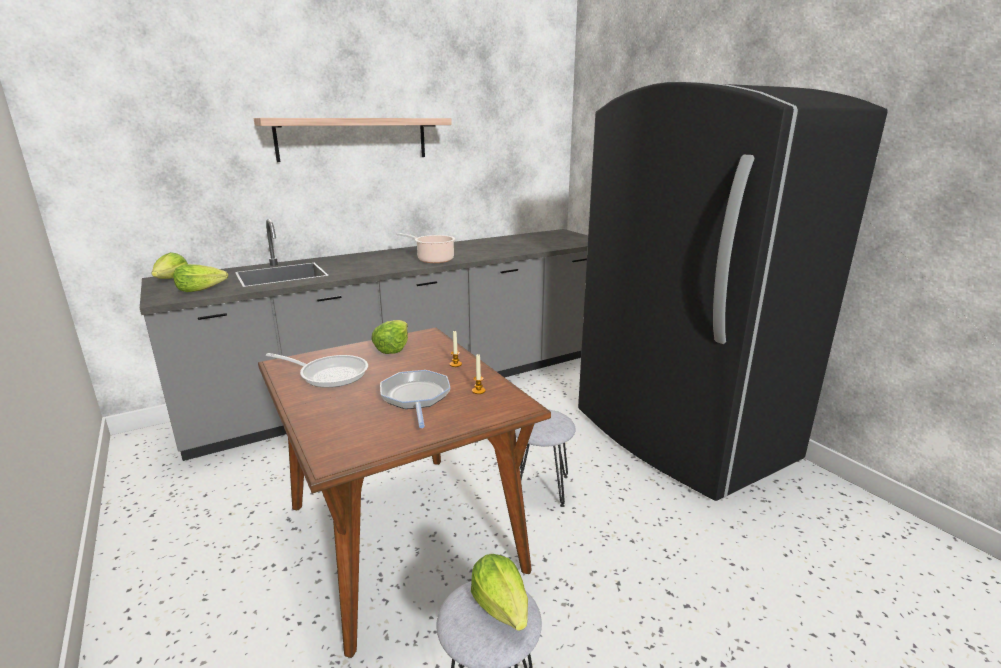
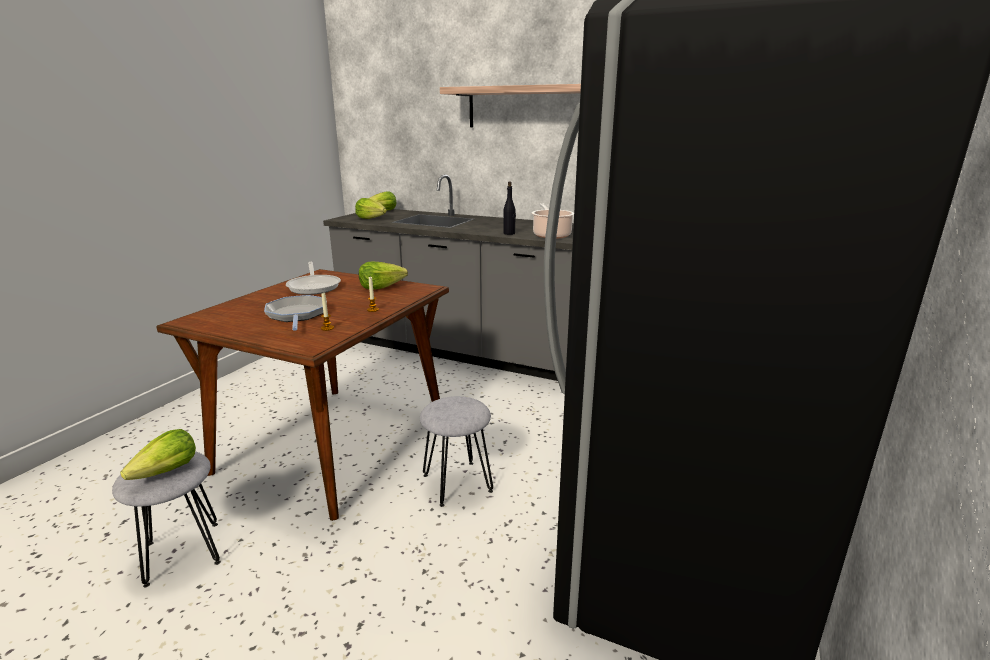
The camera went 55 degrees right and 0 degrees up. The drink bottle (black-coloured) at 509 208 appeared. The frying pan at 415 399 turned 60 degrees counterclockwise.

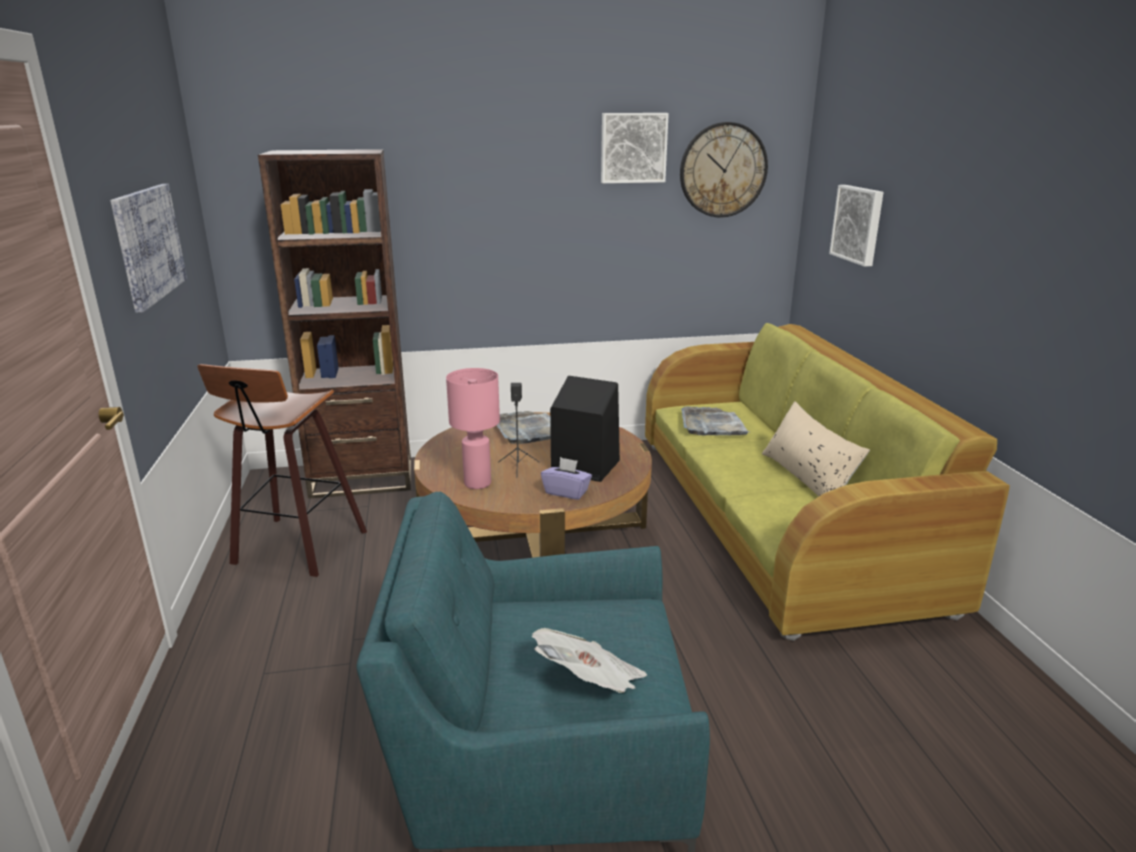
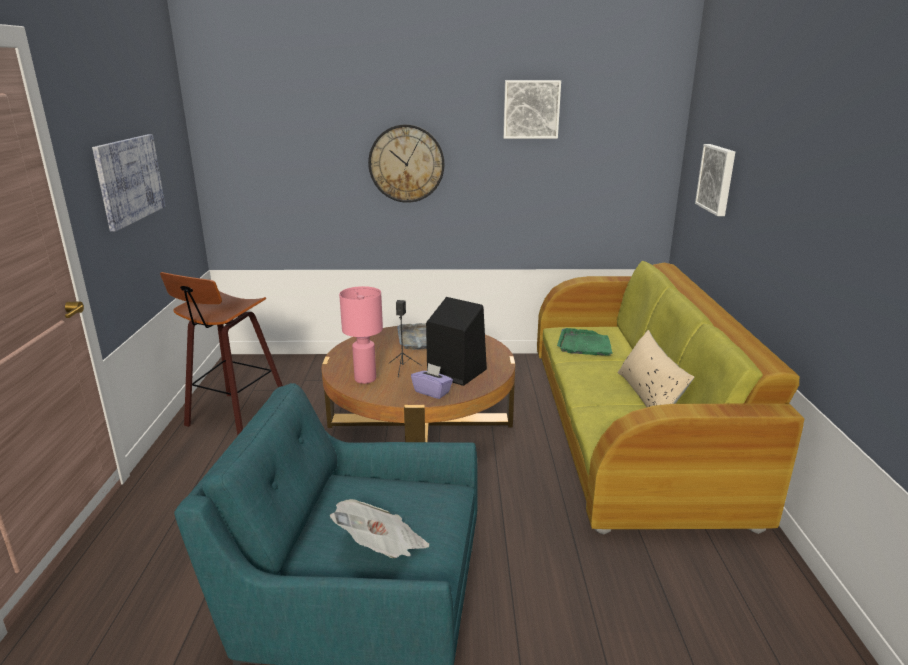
The camera went 10 degrees right and 0 degrees up. The bookshelf (brown-coloured) at 334 324 disappeared. The wall clock moved from 724 170 to 406 163. The tray (grey) at 715 421 became the tray (green) at 585 342.

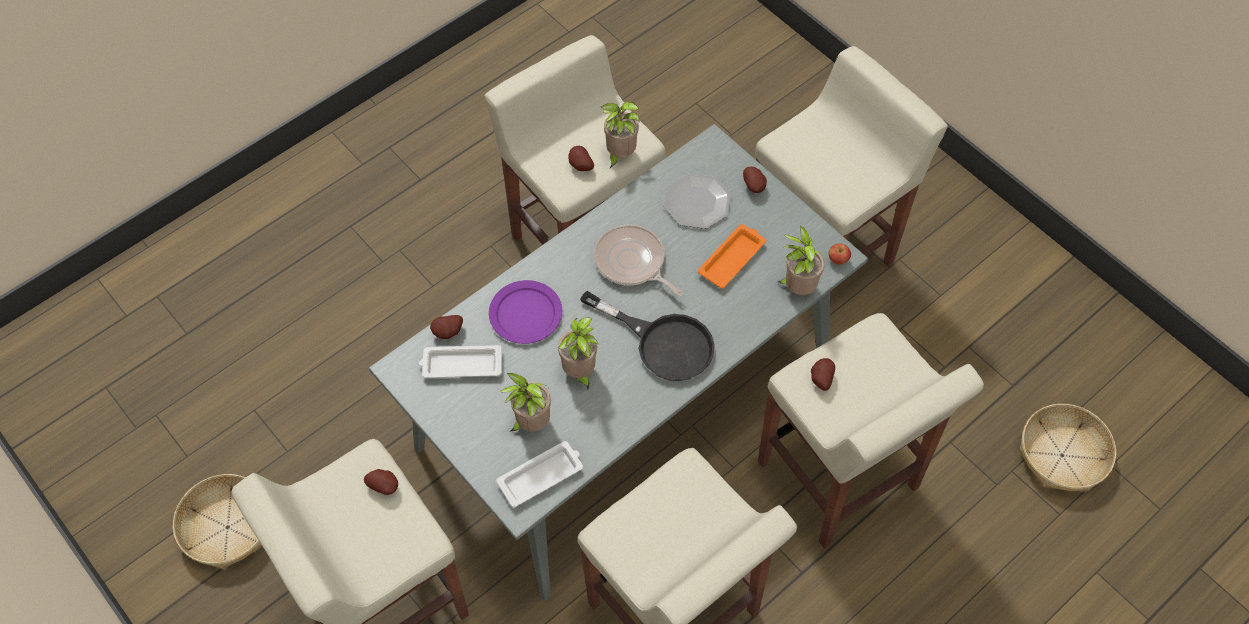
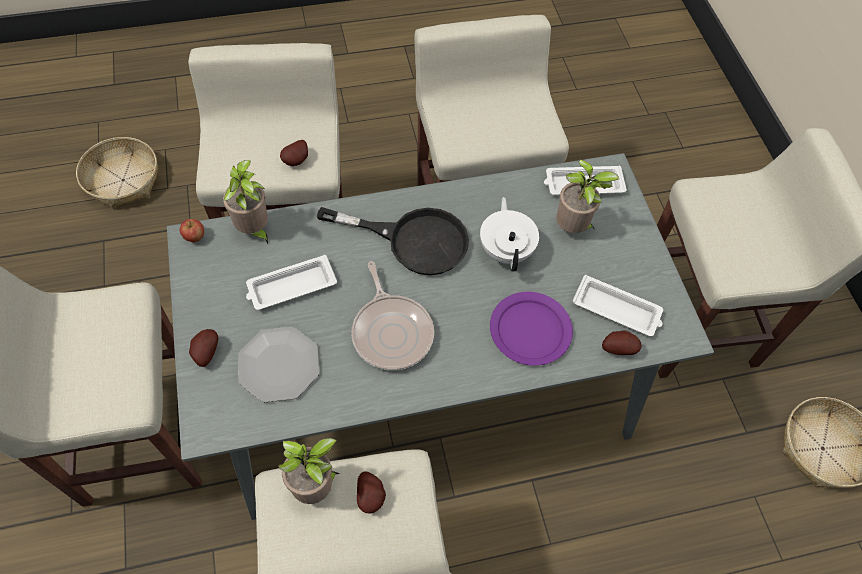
The camera went 155 degrees left and 0 degrees up. The whole potato at 381 482 disappeared. The potted plant at 578 353 was replaced by the teapot (white-coloured) at 509 234. The tray (orange) at 732 256 became the tray (white-coloured) at 291 282. The frying pan (black-coloured) at 647 336 turned 135 degrees clockwise.

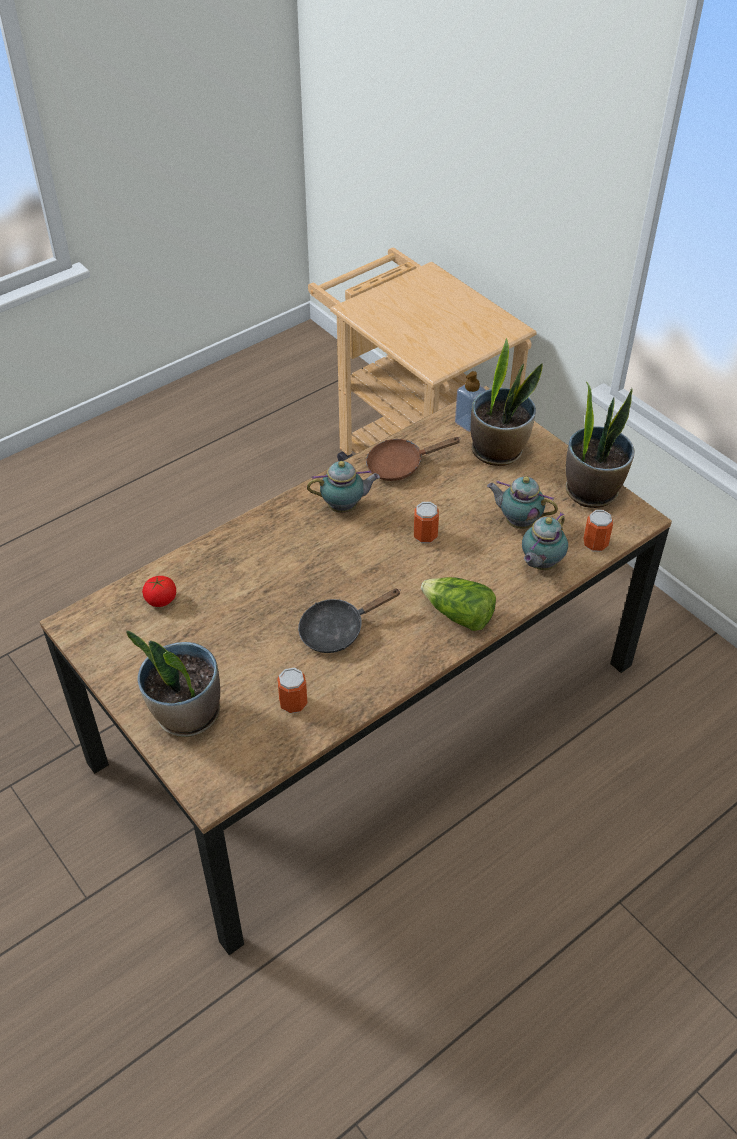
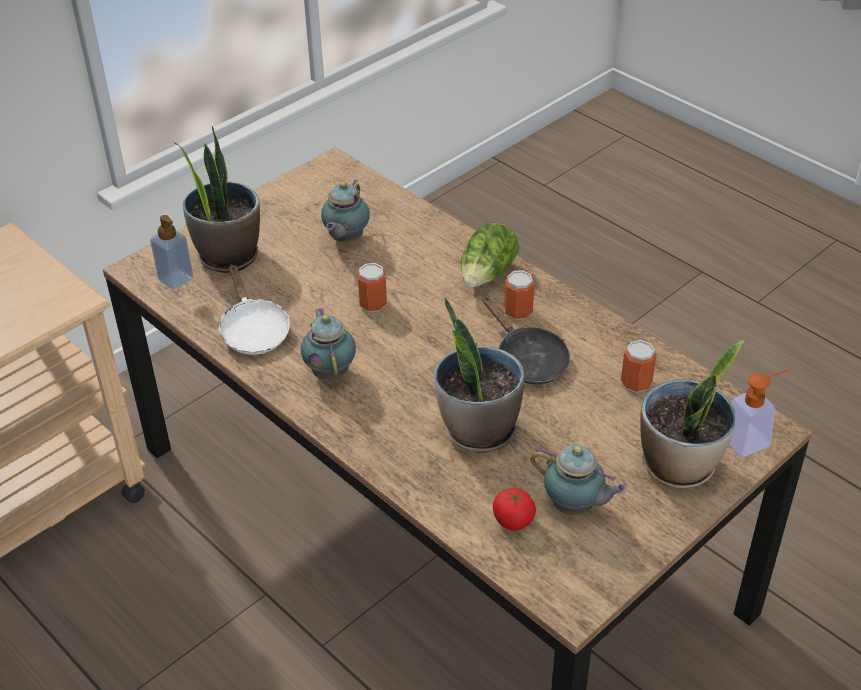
The camera went 95 degrees left and 5 degrees down. The soap dispenser at 759 413 appeared. The teapot moved from 545 541 to 578 480. The potted plant moved from 600 444 to 479 375. The metal can moved from 598 530 to 519 295. The frying pan (brown-coloured) at 413 459 became the frying pan (white-coloured) at 254 309.

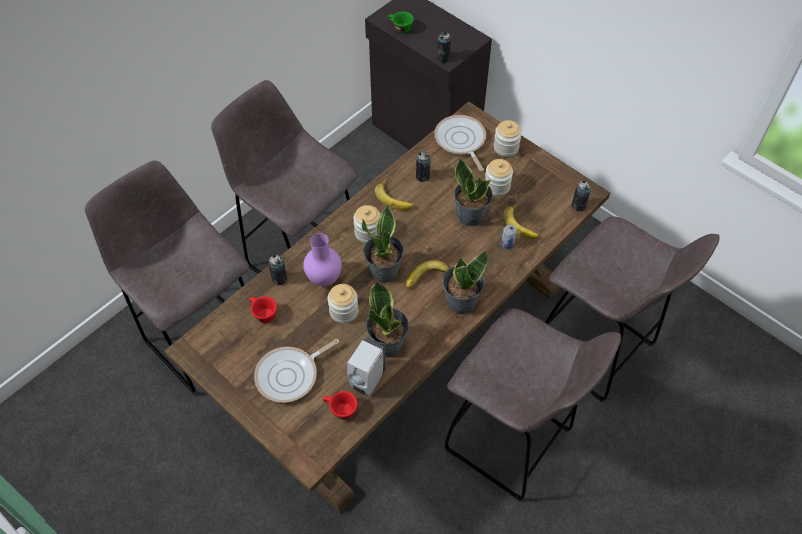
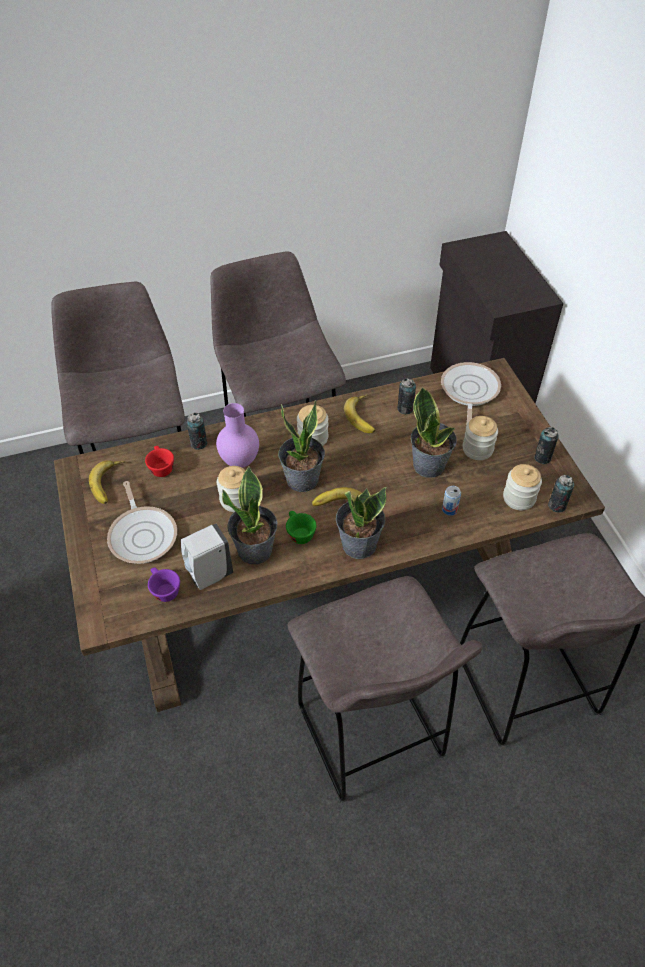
The camera went 30 degrees right and 5 degrees down. The drinking cup (green) moved from 401 22 to 301 527. The metal can moved from 444 47 to 547 445. The jar moved from 508 138 to 522 487. The banana fruit moved from 521 221 to 107 482. The drinking cup (red) at 340 405 became the drinking cup (purplish) at 164 584. The frying pan at 296 371 turned 105 degrees counterclockwise.

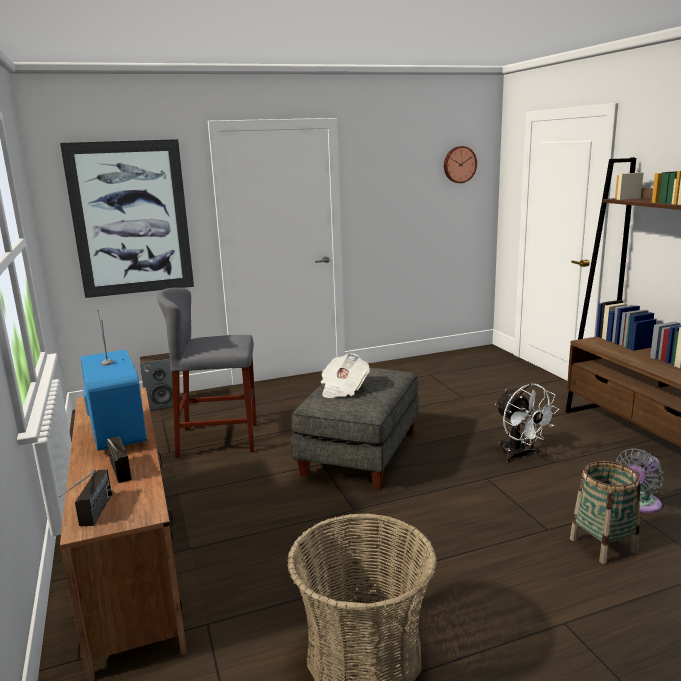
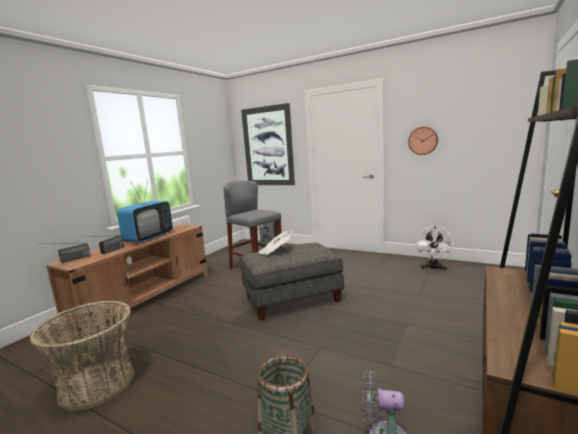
The camera went 50 degrees right and 5 degrees down. The wall clock moved from 460 164 to 423 141. The cooling fan (white-coloured) moved from 527 422 to 434 248.

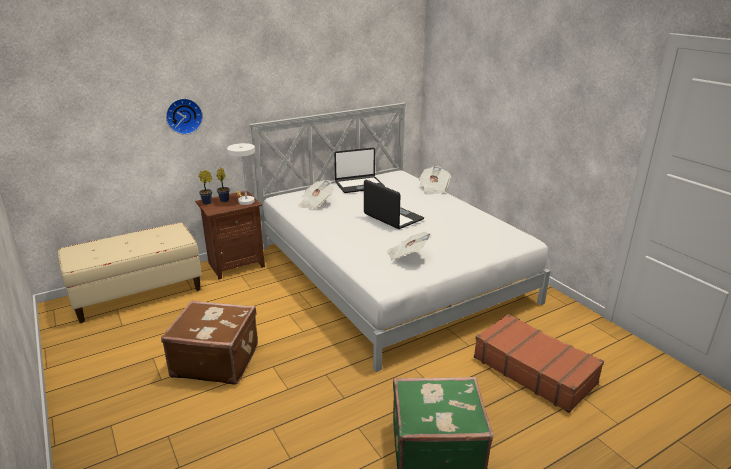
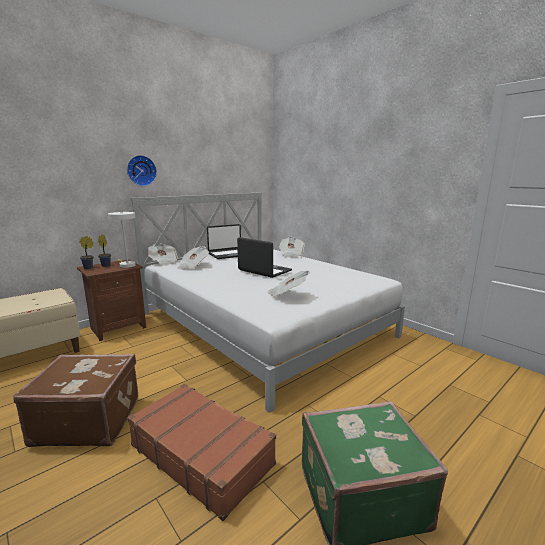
The camera went 10 degrees left and 10 degrees down. The printed paper at 163 254 appeared. The wall clock moved from 184 116 to 142 170. The piece of luggage (brown-coloured) moved from 539 363 to 201 452.

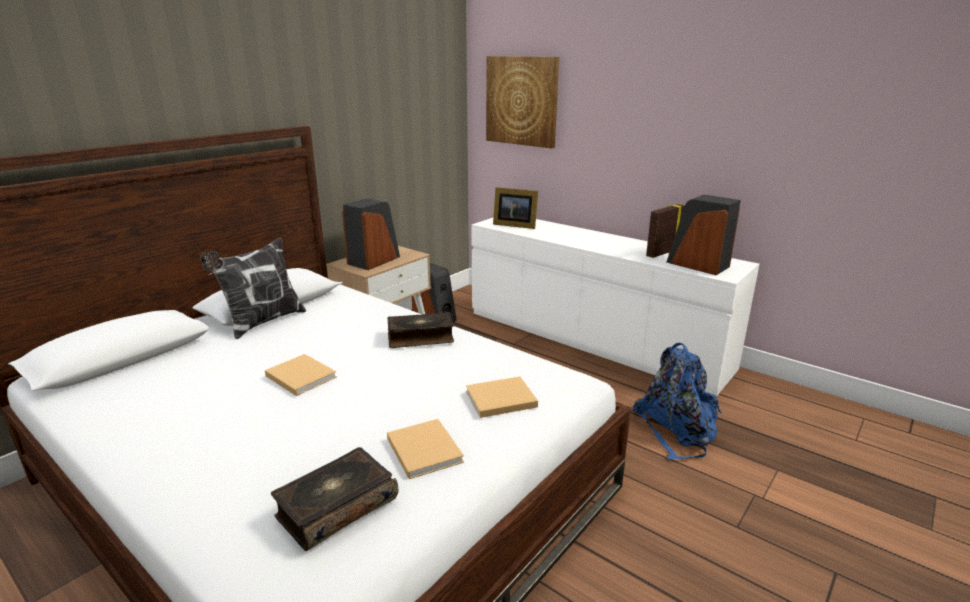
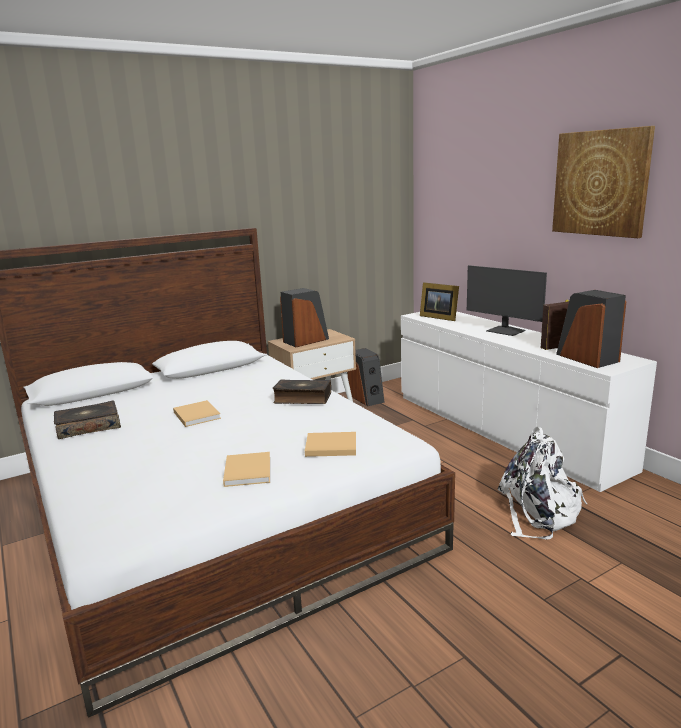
The camera went 20 degrees right and 5 degrees down. The pillow at 253 288 disappeared. The computer screen at 507 300 appeared. The bound book moved from 334 499 to 87 420. The picture moved from 522 102 to 603 182. The backpack (bluish) at 677 401 became the backpack (white-coloured) at 542 483.

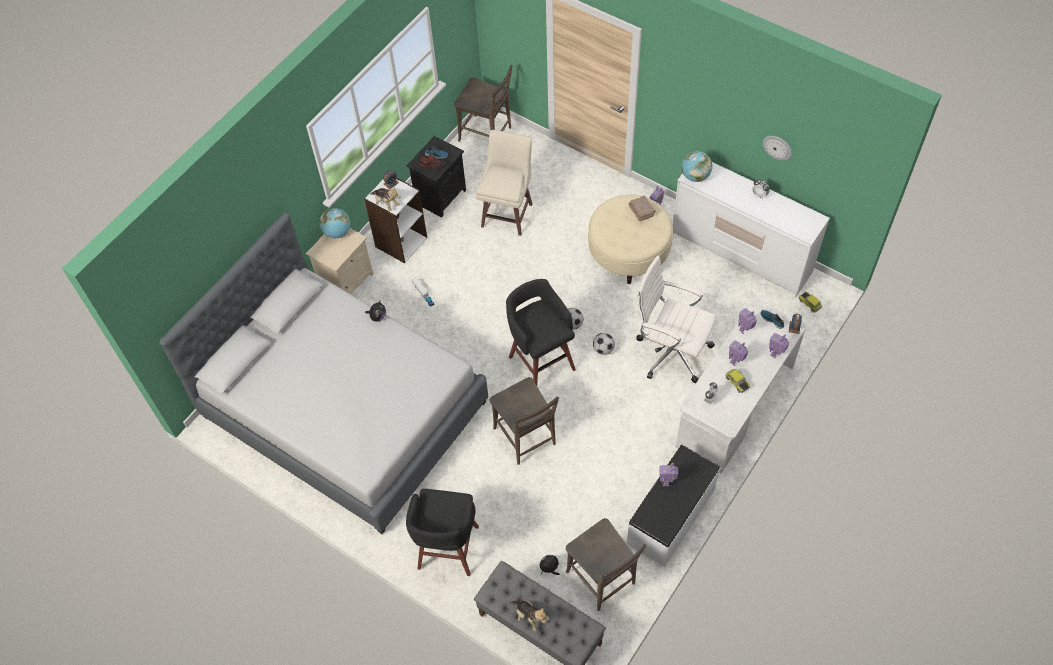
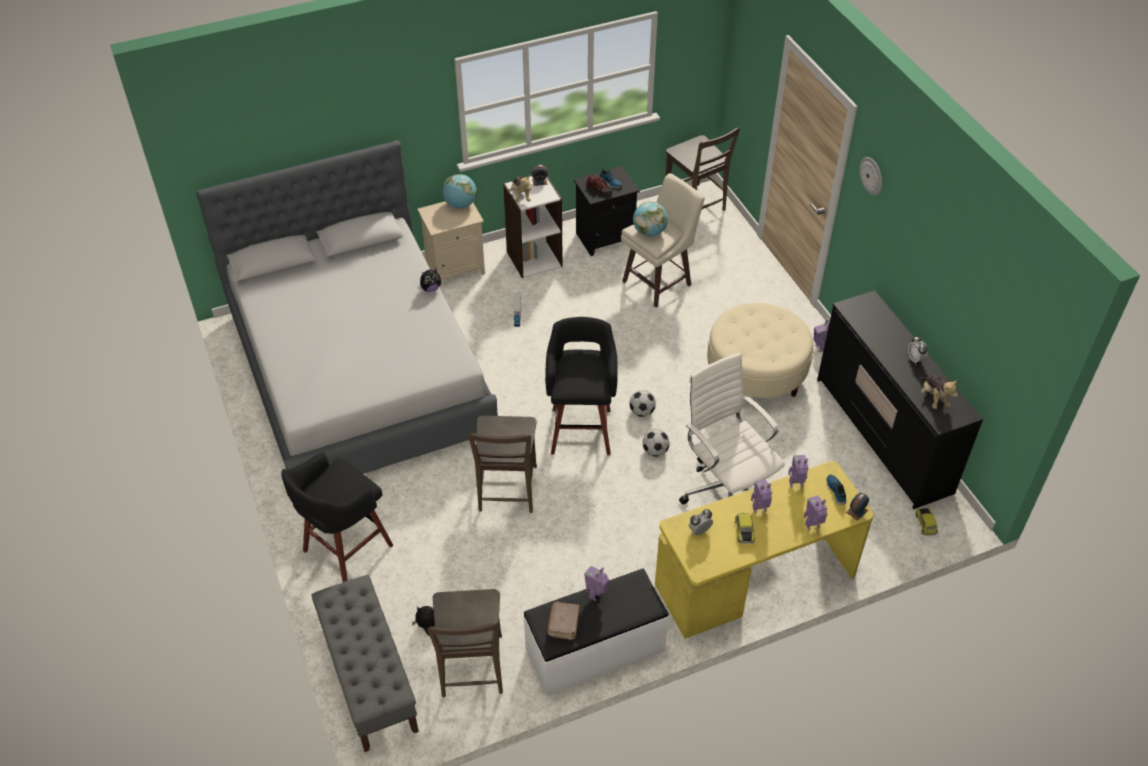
The camera went 30 degrees right and 10 degrees down. The soft toy moved from 529 616 to 938 392. The bound book (brown-coloured) moved from 642 208 to 564 620. The desk globe moved from 696 166 to 650 219. The wall clock moved from 777 148 to 871 176. The chest of drawers (white-coloured) at 751 229 became the chest of drawers (black-coloured) at 900 399. The desk unit (white-coloured) at 740 386 became the desk unit (yellow) at 764 550.

